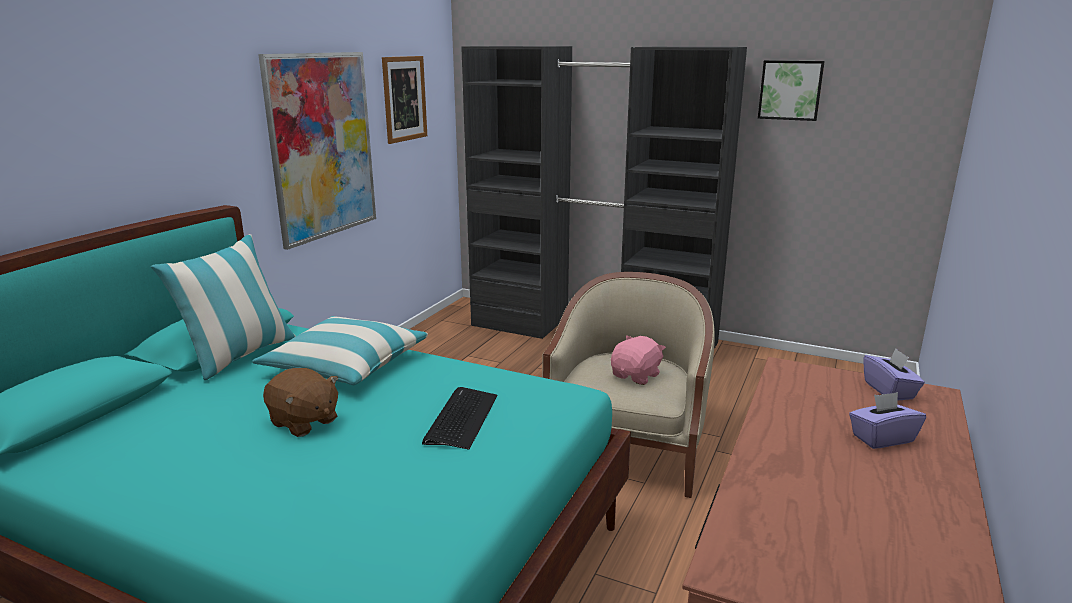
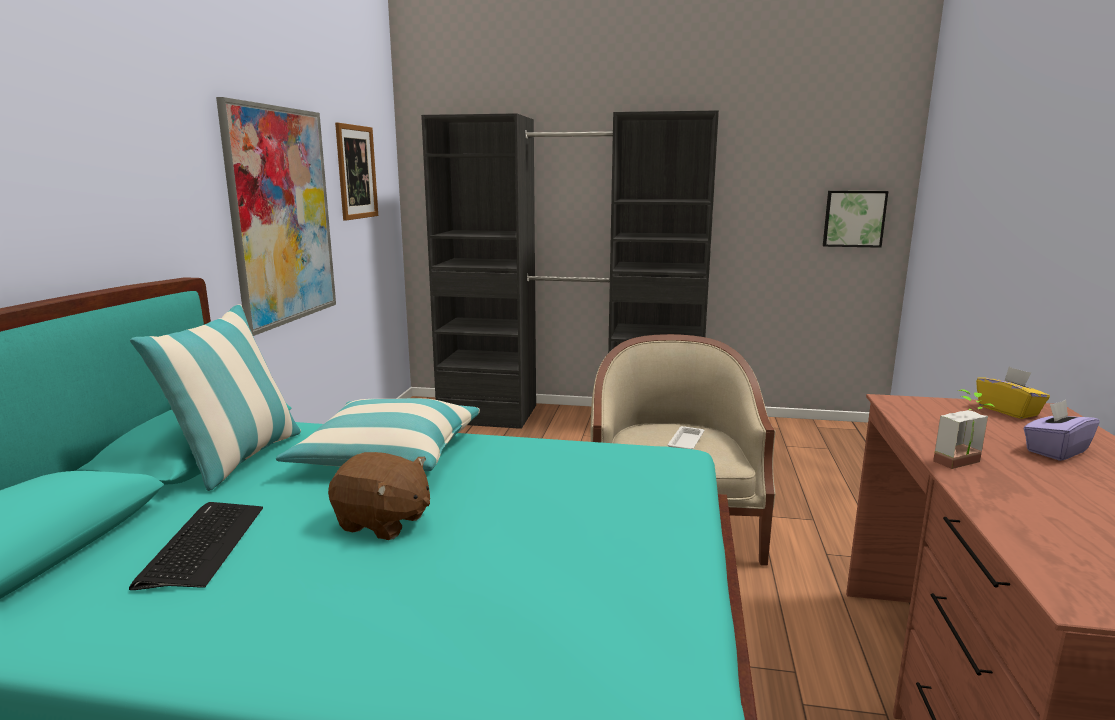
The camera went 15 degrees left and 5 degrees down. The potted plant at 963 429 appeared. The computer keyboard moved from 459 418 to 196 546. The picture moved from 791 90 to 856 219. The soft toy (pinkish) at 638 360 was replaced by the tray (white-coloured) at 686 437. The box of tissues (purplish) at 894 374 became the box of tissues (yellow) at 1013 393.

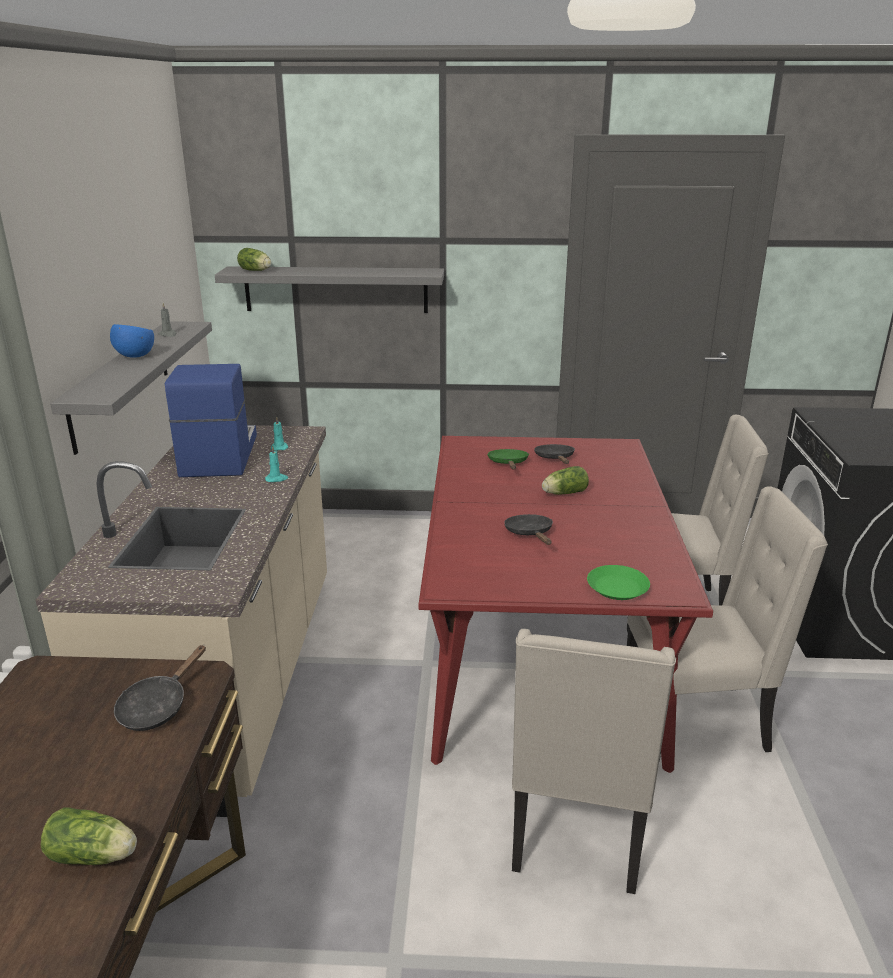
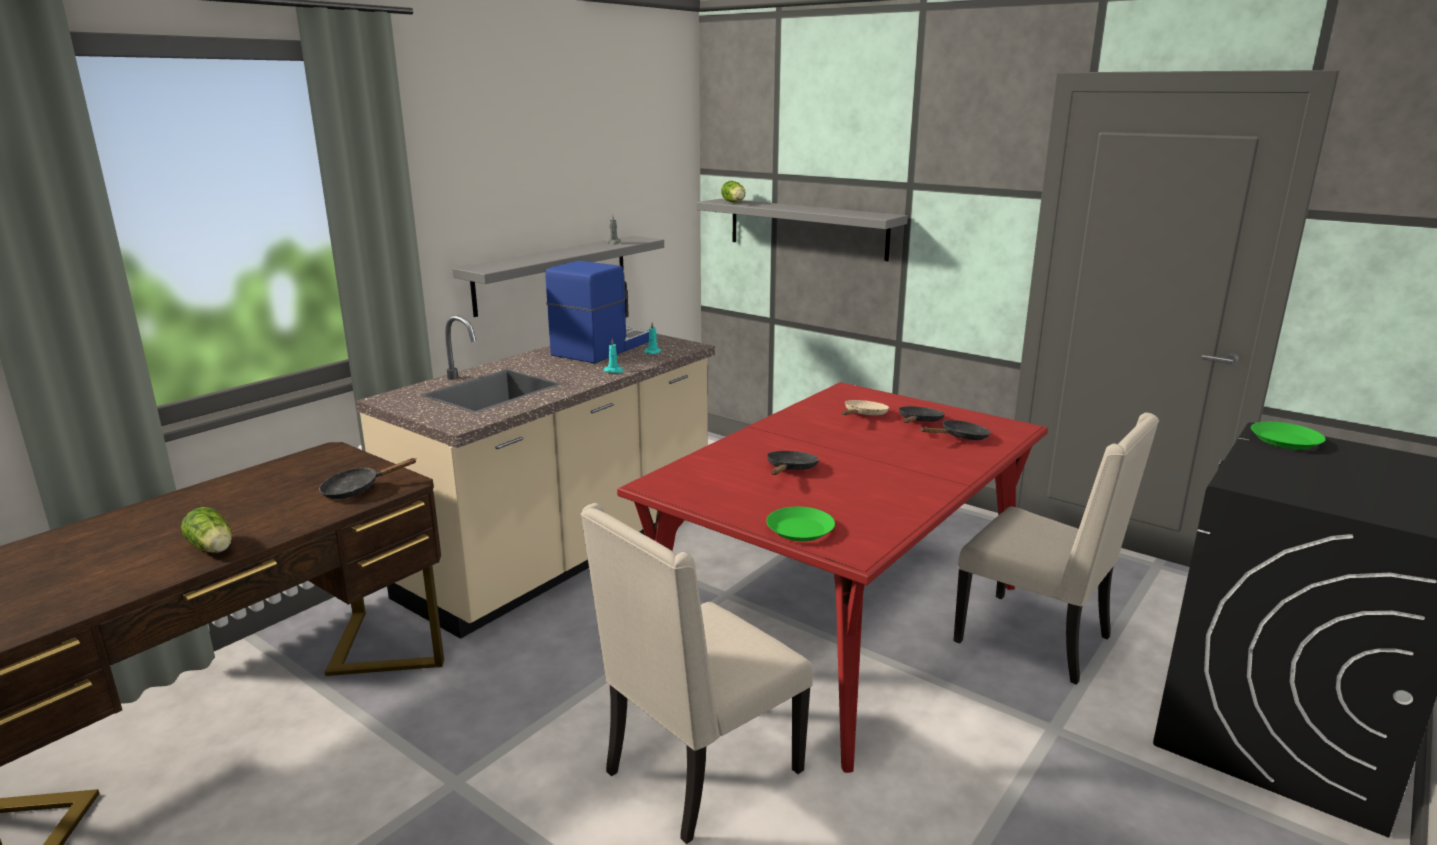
The camera went 35 degrees right and 5 degrees down. The bowl (bluish) at 132 341 disappeared. The lettuce head at 565 480 disappeared. The chair (beige-coloured) at 727 623 disappeared. The frying pan (black-coloured) at 956 430 appeared. The dinner plate (green) at 1288 436 appeared. The frying pan (green) at 508 459 became the frying pan (beige-coloured) at 865 407.

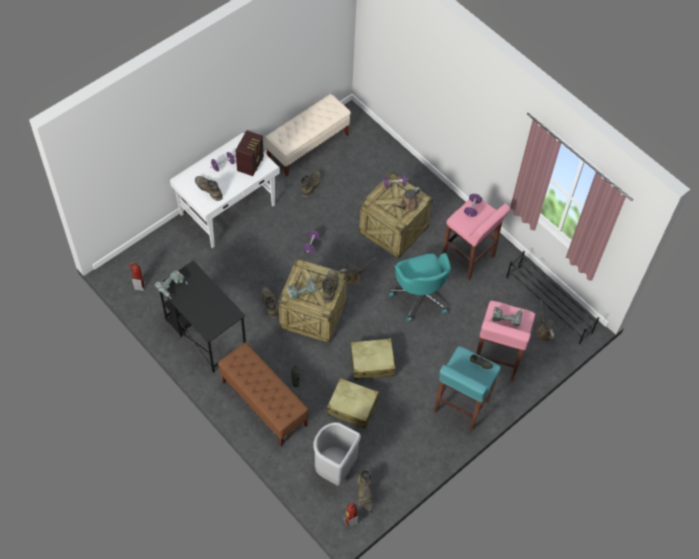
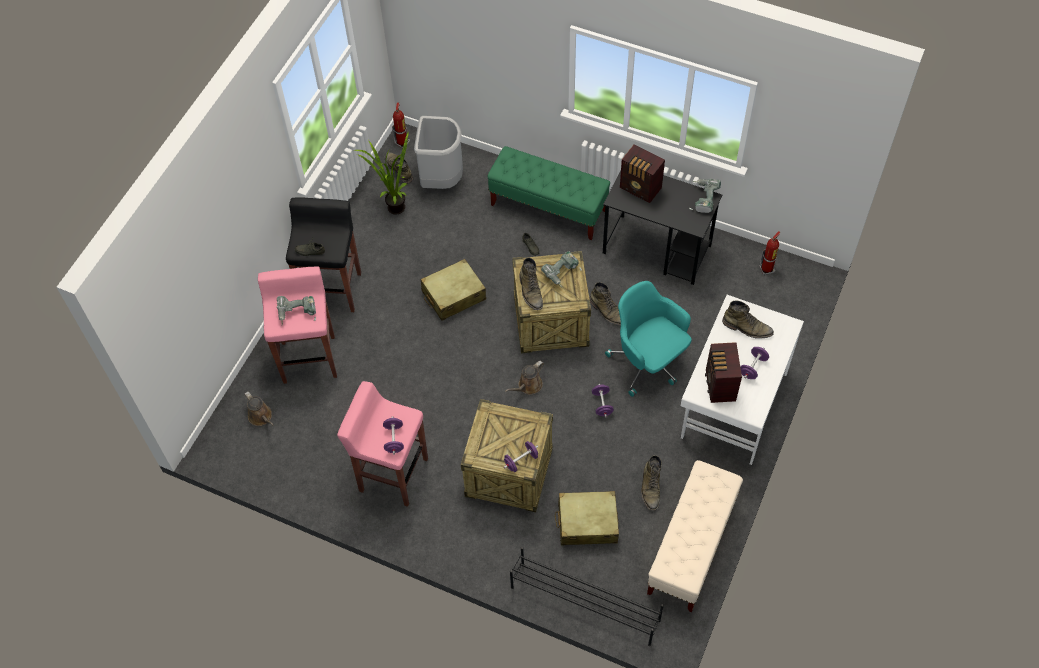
The camera went 160 degrees right and 0 degrees up. The sprinkling can (brown-coloured) at 407 199 disappeared. The potted plant at 381 173 appeared. The radio set at 642 174 appeared. The piece of luggage (beige-coloured) moved from 353 403 to 587 518. The computer chair (turquoise-coloured) moved from 420 287 to 648 339. The shoe stand (black-coloured) moved from 552 297 to 587 596. The bench (brown-coloured) at 263 394 became the bench (green) at 549 193. The stool (turquoise-coloured) at 467 389 became the stool (black-coloured) at 323 255.

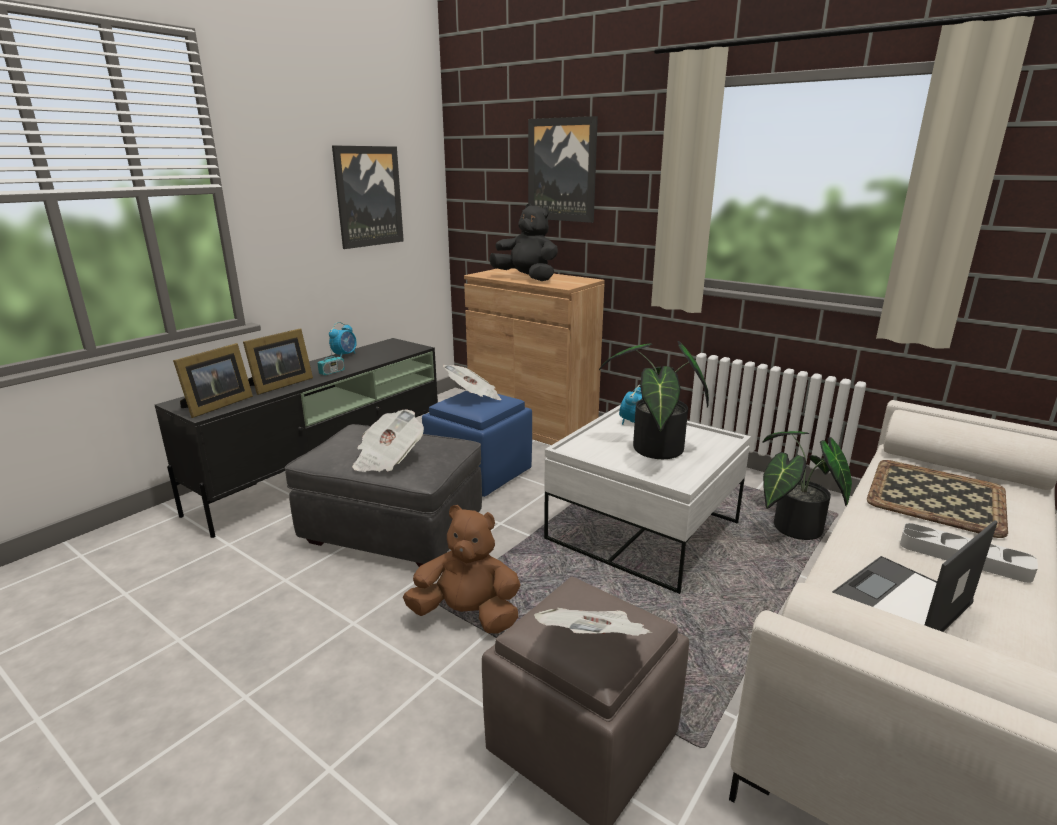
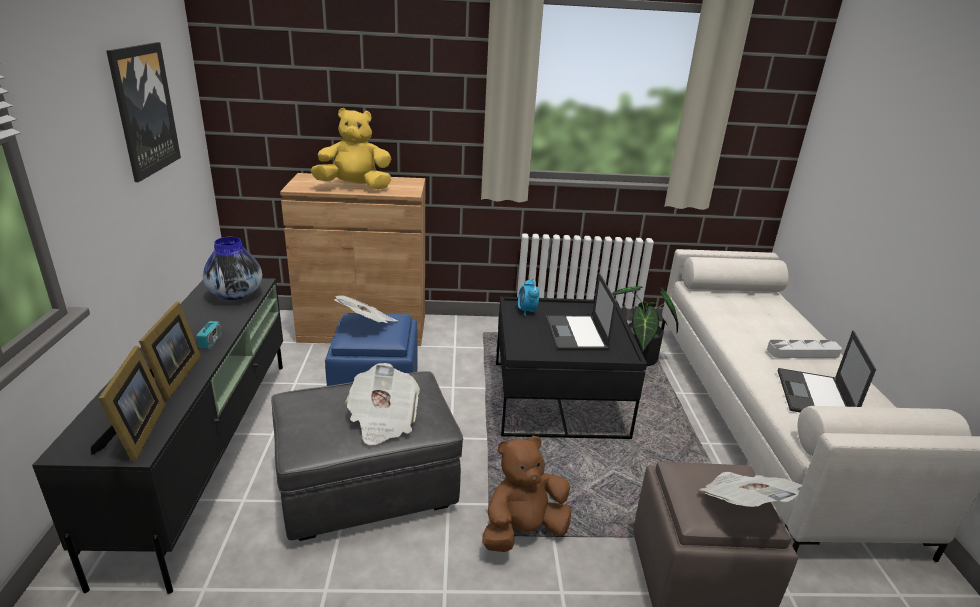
The camera went 40 degrees left and 5 degrees up. The alarm clock at 343 339 disappeared. The picture at 563 169 disappeared. The tray at 937 499 disappeared. The vase at 232 268 appeared. The potted plant at 654 400 was replaced by the laptop at 581 311. The soft toy (black-coloured) at 523 242 became the soft toy (yellow) at 351 148. The lounge table (white-coloured) at 647 499 became the lounge table (black-coloured) at 571 368.

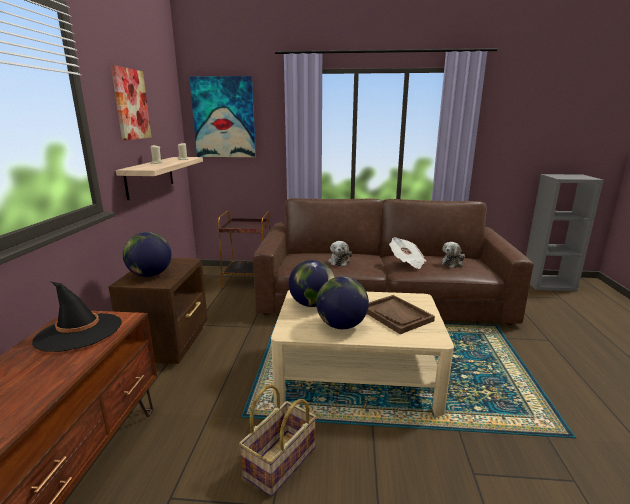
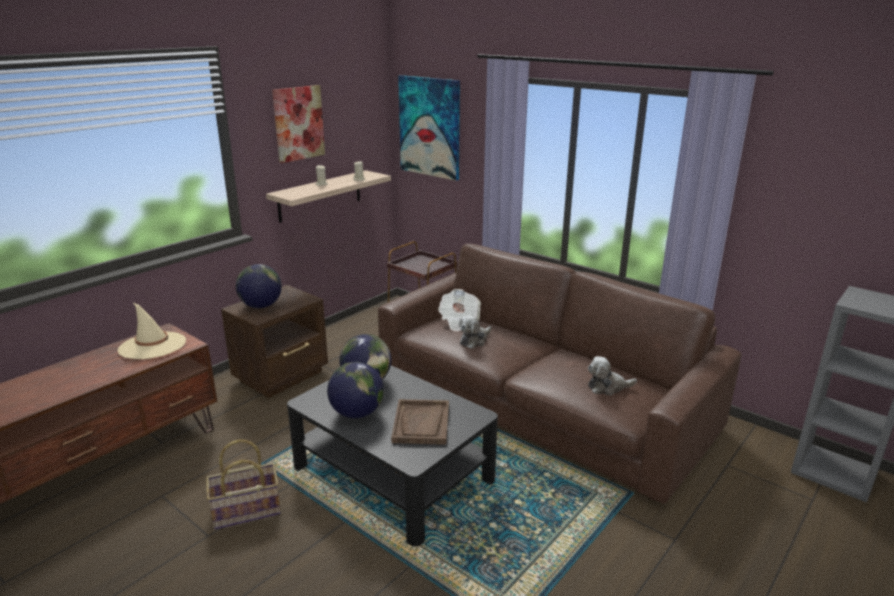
The camera went 35 degrees right and 5 degrees up. The printed paper moved from 408 253 to 459 310. The clothing hat (black-coloured) at 77 316 became the clothing hat (beige-coloured) at 152 330. The lounge table (beige-coloured) at 362 353 became the lounge table (black-coloured) at 392 455.

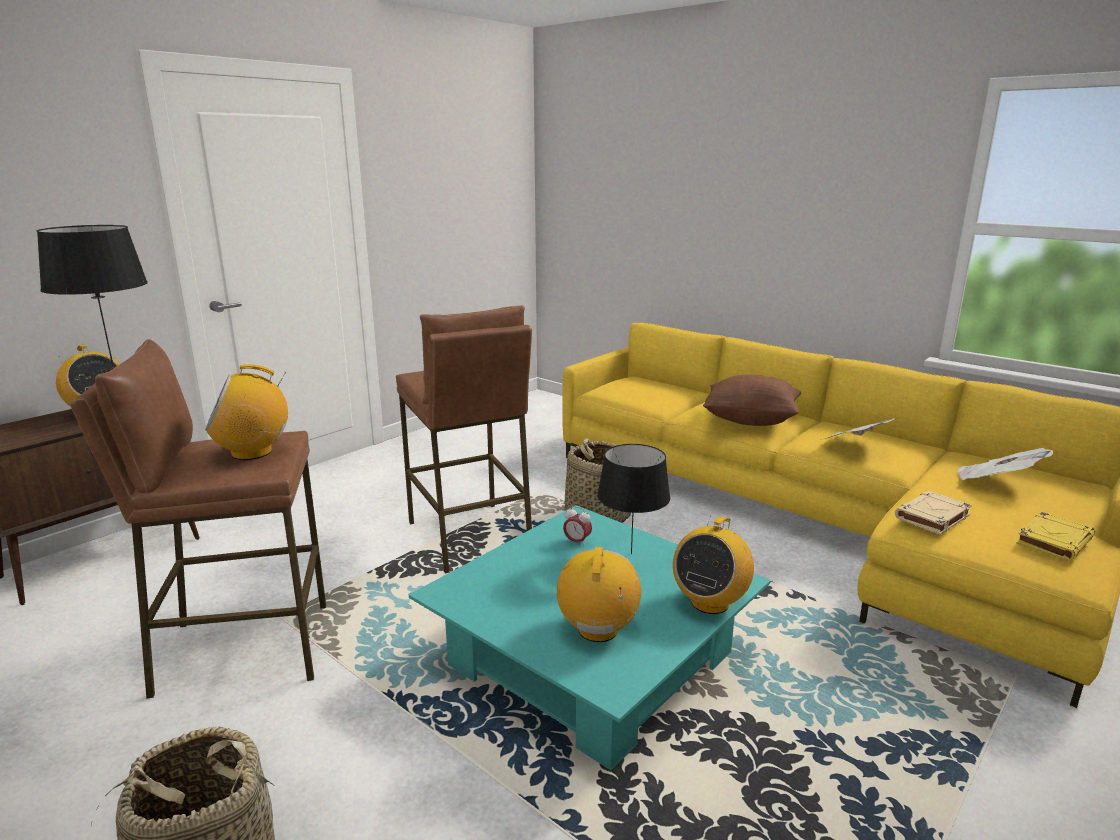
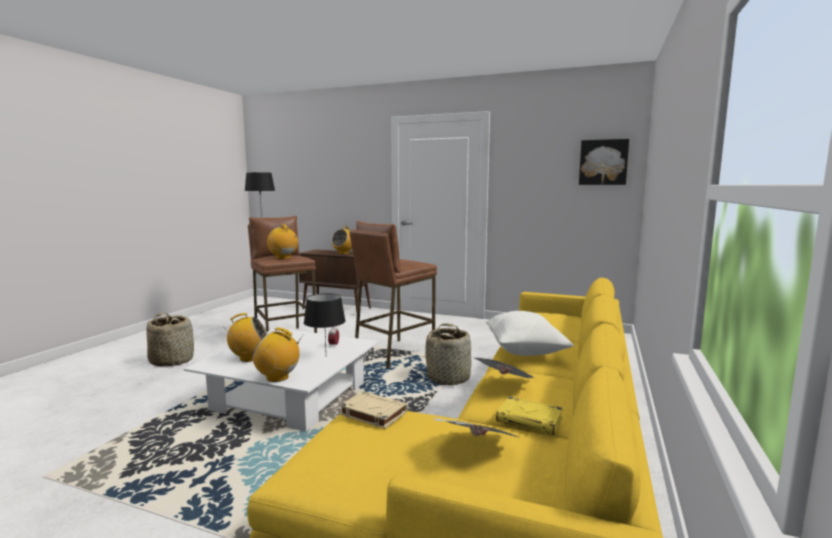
The camera went 70 degrees right and 10 degrees down. The picture at 604 162 appeared. The bound book (yellow) moved from 1055 536 to 529 415. The lounge table (turquoise-coloured) at 590 637 became the lounge table (white-coloured) at 281 380. The pillow (brown-coloured) at 752 400 became the pillow (white-coloured) at 530 333.

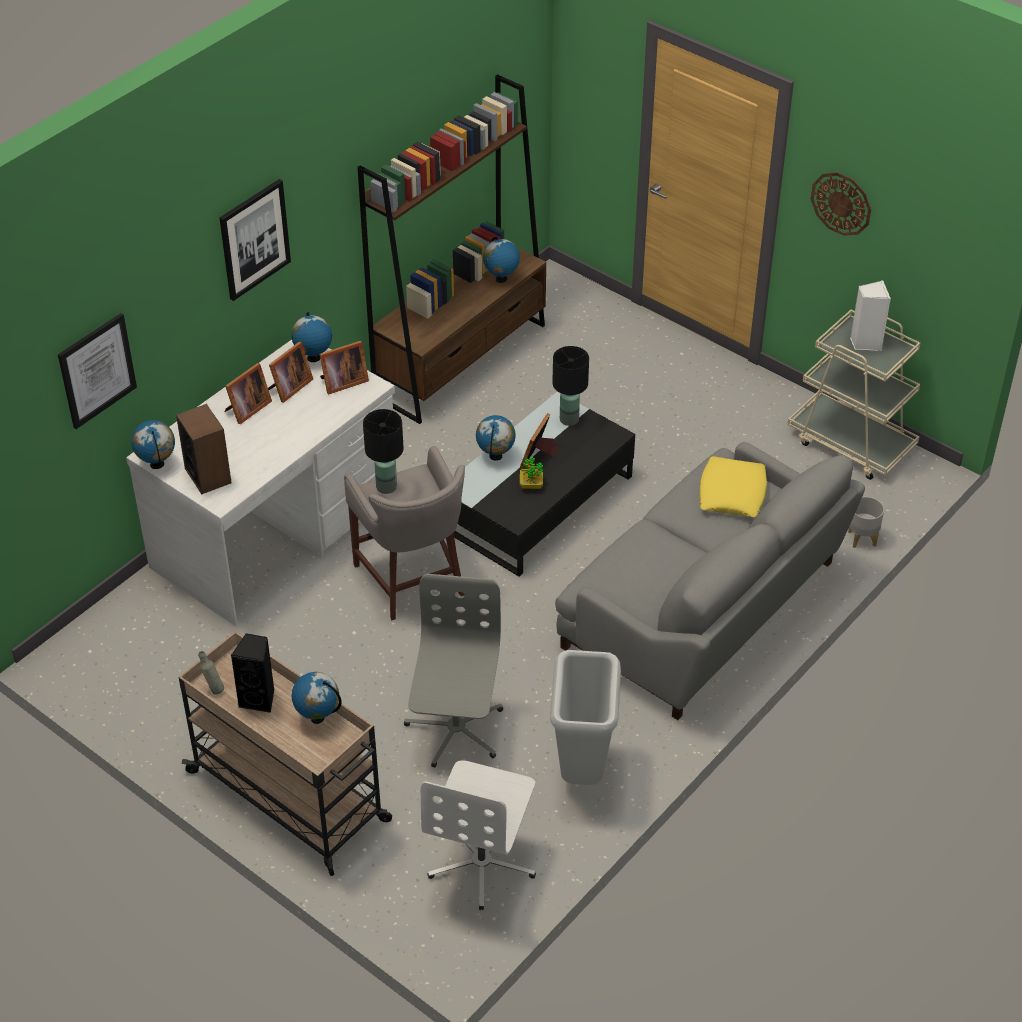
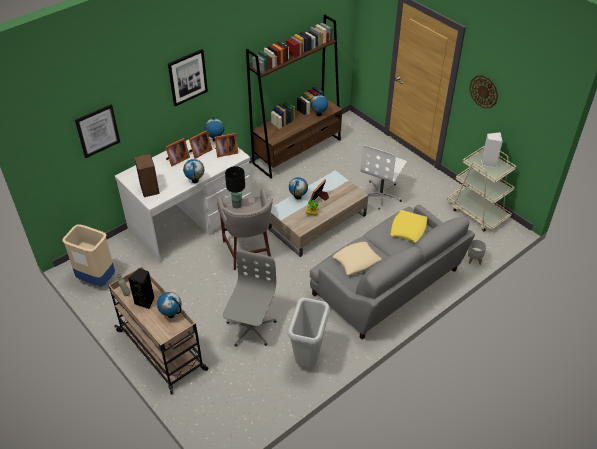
The camera went 10 degrees right and 0 degrees up. The table lamp (black-coloured) at 571 386 disappeared. The trash can (beige-coloured) at 88 255 appeared. The pillow (beige-coloured) at 357 258 appeared. The desk globe moved from 153 444 to 193 171. The computer chair (white-coloured) moved from 478 835 to 383 177. The lounge table (black-coloured) at 544 484 became the lounge table (beige-coloured) at 318 213.

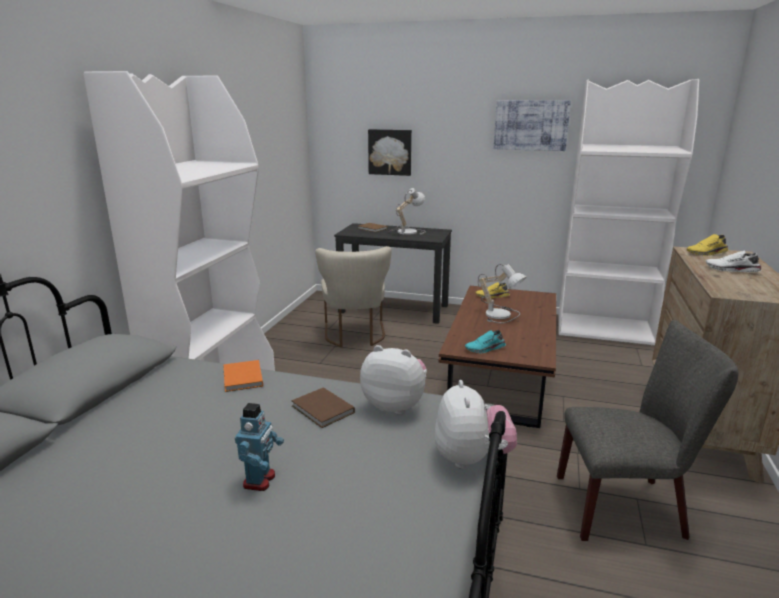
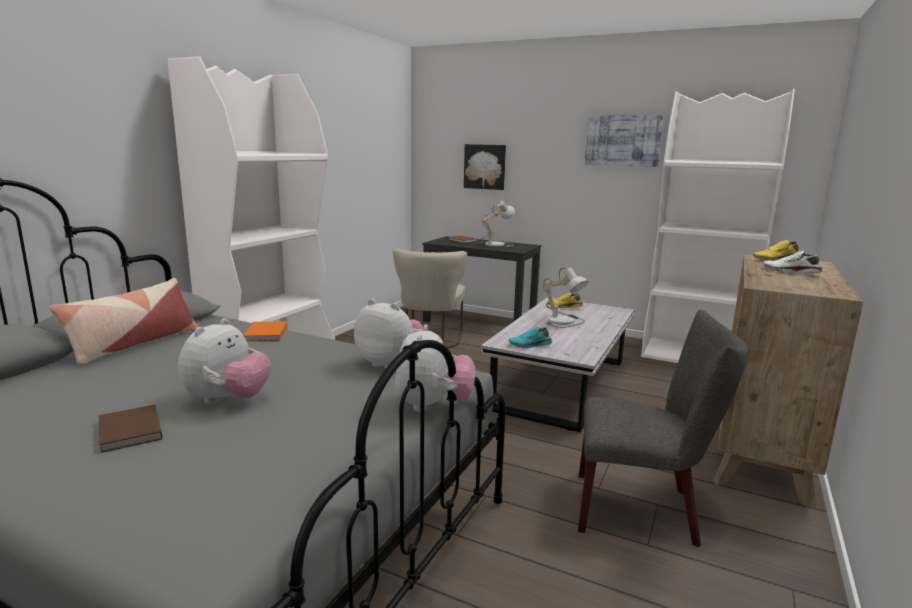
The camera went 10 degrees right and 5 degrees down. The pillow at 124 321 appeared. The bound book (brown-coloured) moved from 323 407 to 130 429. The toy robot at 259 447 was replaced by the soft toy at 224 361. The lounge table (brown-coloured) at 497 357 became the lounge table (white-coloured) at 557 364.

